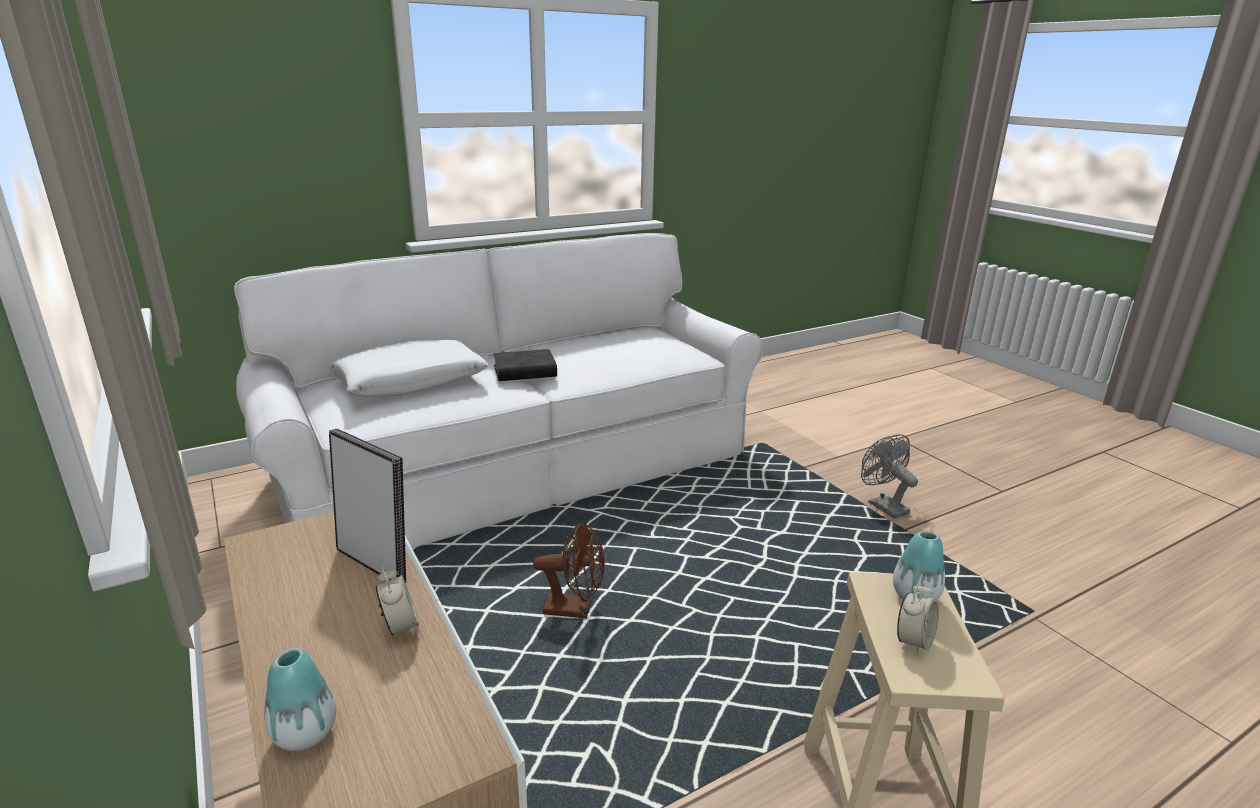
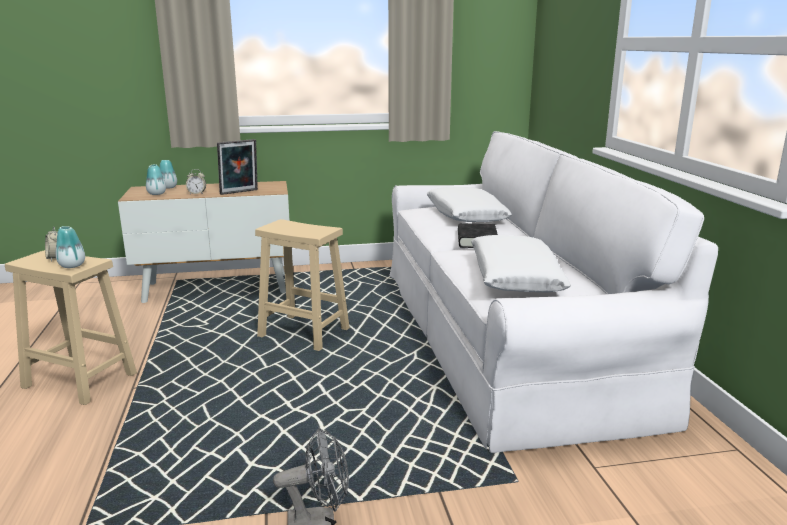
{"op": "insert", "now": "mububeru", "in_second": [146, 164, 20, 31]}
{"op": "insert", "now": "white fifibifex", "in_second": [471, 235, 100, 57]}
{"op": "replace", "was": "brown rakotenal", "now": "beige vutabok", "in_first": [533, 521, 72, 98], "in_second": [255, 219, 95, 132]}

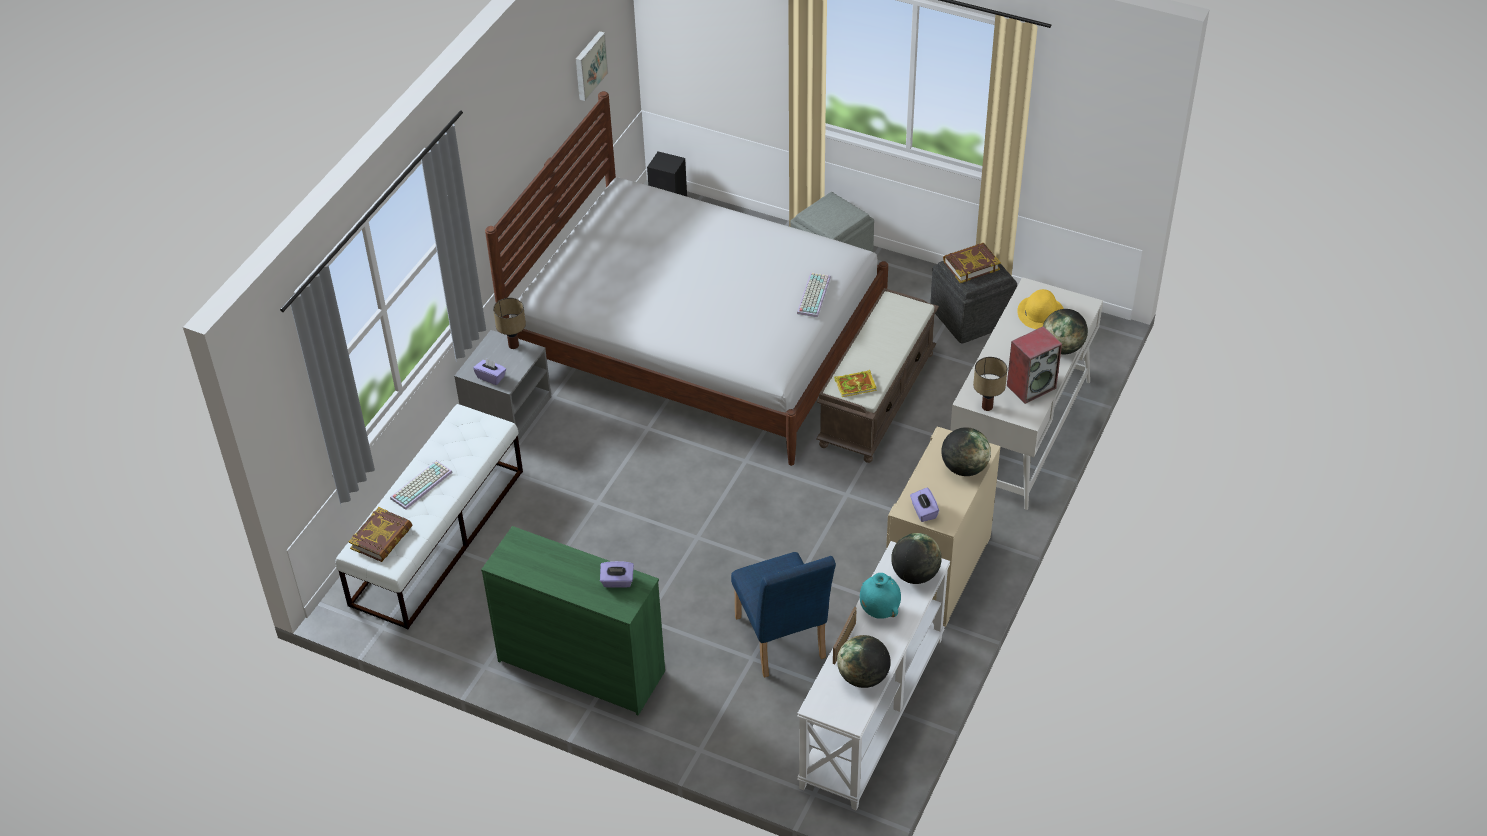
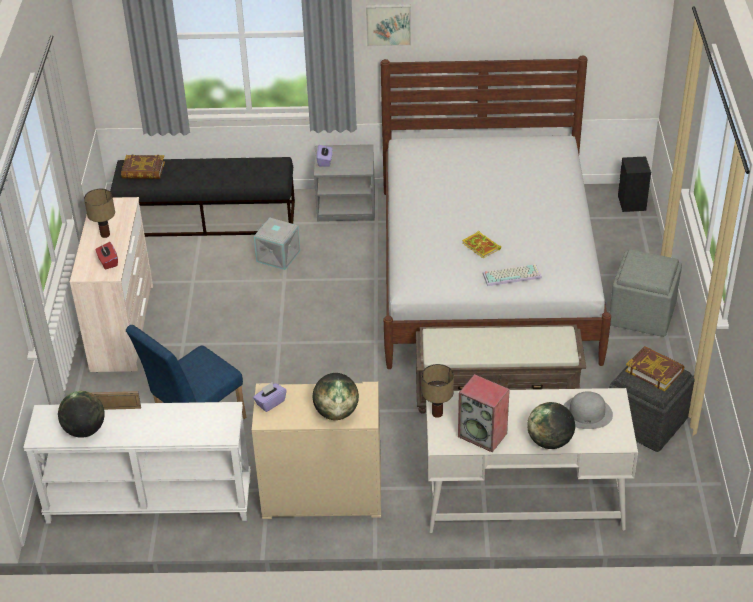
{"op": "delete", "was": "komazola", "in_first": [390, 460, 63, 50]}
{"op": "delete", "was": "turquoise mububeru", "in_first": [860, 573, 41, 46]}
{"op": "delete", "was": "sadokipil", "in_first": [891, 533, 51, 51]}
{"op": "insert", "now": "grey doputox", "in_second": [254, 218, 46, 52]}
{"op": "move", "was": "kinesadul", "in_first": [493, 298, 33, 51], "in_second": [84, 189, 31, 49]}
{"op": "move", "was": "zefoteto", "in_first": [576, 31, 32, 70], "in_second": [366, 4, 45, 42]}
{"op": "move", "was": "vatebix", "in_first": [834, 370, 43, 27], "in_second": [462, 231, 39, 27]}
{"op": "recolor", "was": "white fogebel", "now": "black fogebel", "in_first": [336, 404, 187, 225], "in_second": [110, 157, 185, 80]}
{"op": "recolor", "was": "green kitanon", "now": "beige kitanon", "in_first": [481, 526, 184, 189], "in_second": [70, 197, 83, 175]}
{"op": "recolor", "was": "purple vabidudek", "now": "red vabidudek", "in_first": [600, 561, 34, 27], "in_second": [95, 242, 23, 27]}
{"op": "recolor", "was": "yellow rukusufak", "now": "grey rukusufak", "in_first": [1017, 289, 47, 40], "in_second": [563, 391, 50, 38]}

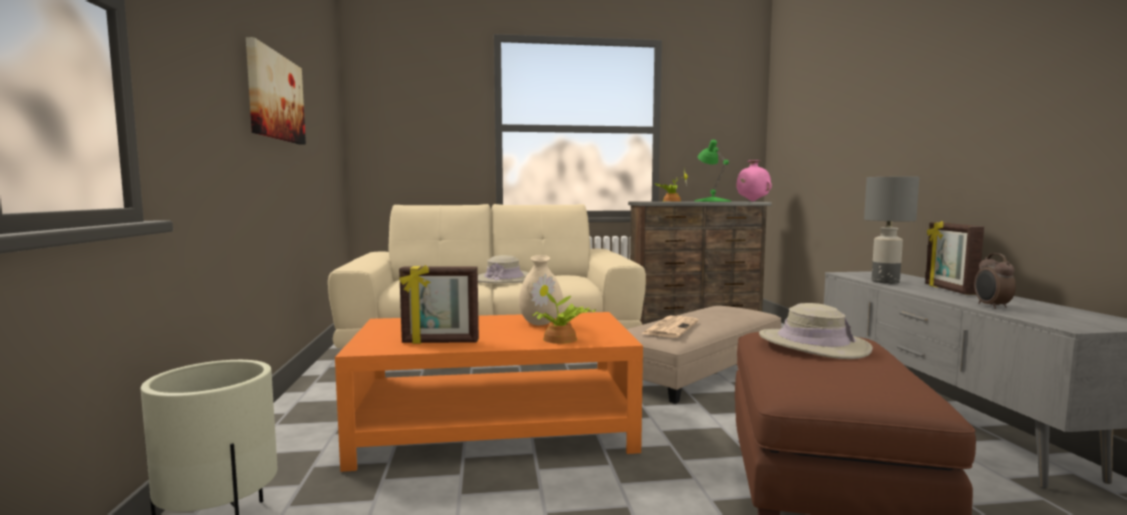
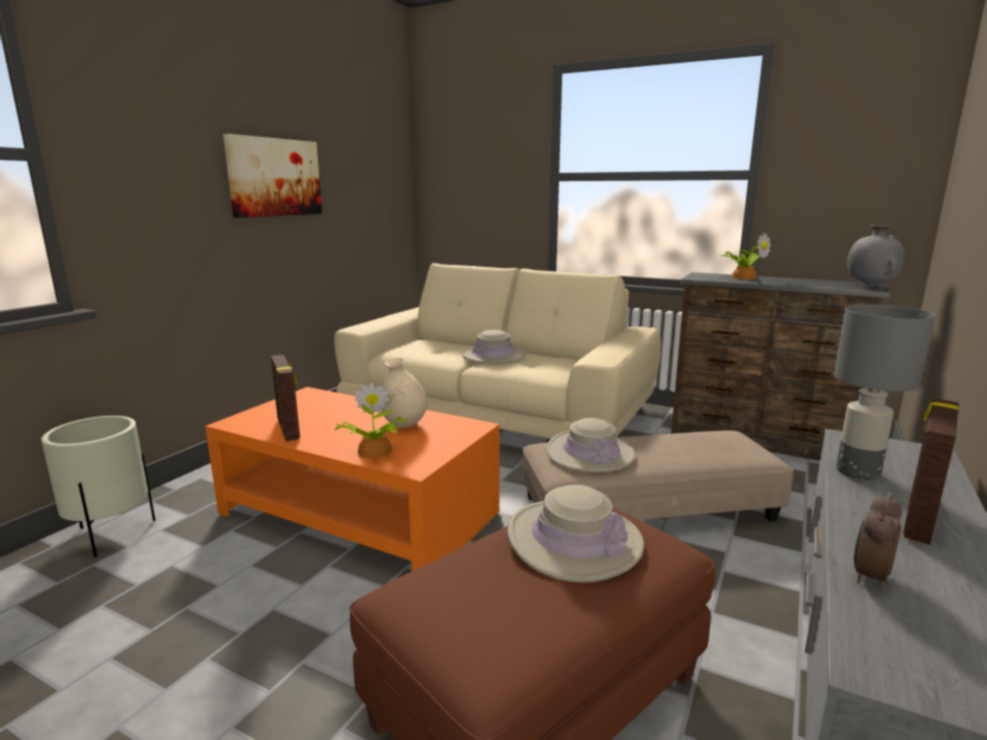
{"op": "delete", "was": "green kinesadul", "in_first": [695, 140, 37, 62]}
{"op": "replace", "was": "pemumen", "now": "beige rukusufak", "in_first": [642, 316, 57, 22], "in_second": [547, 418, 89, 54]}
{"op": "recolor", "was": "pink mububeru", "now": "grey mububeru", "in_first": [736, 160, 36, 41], "in_second": [847, 225, 58, 62]}
{"op": "rotate", "was": "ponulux", "in_first": [399, 265, 80, 79], "in_second": [271, 355, 29, 86], "clockwise": -150}

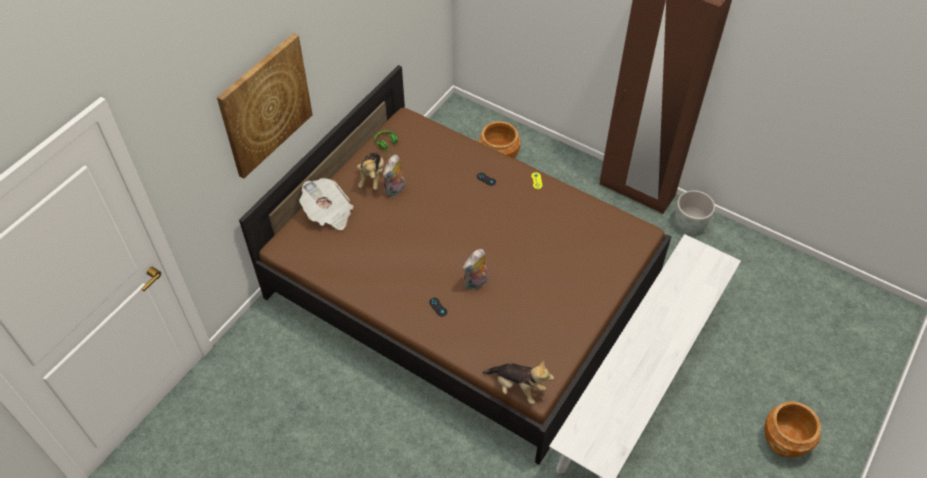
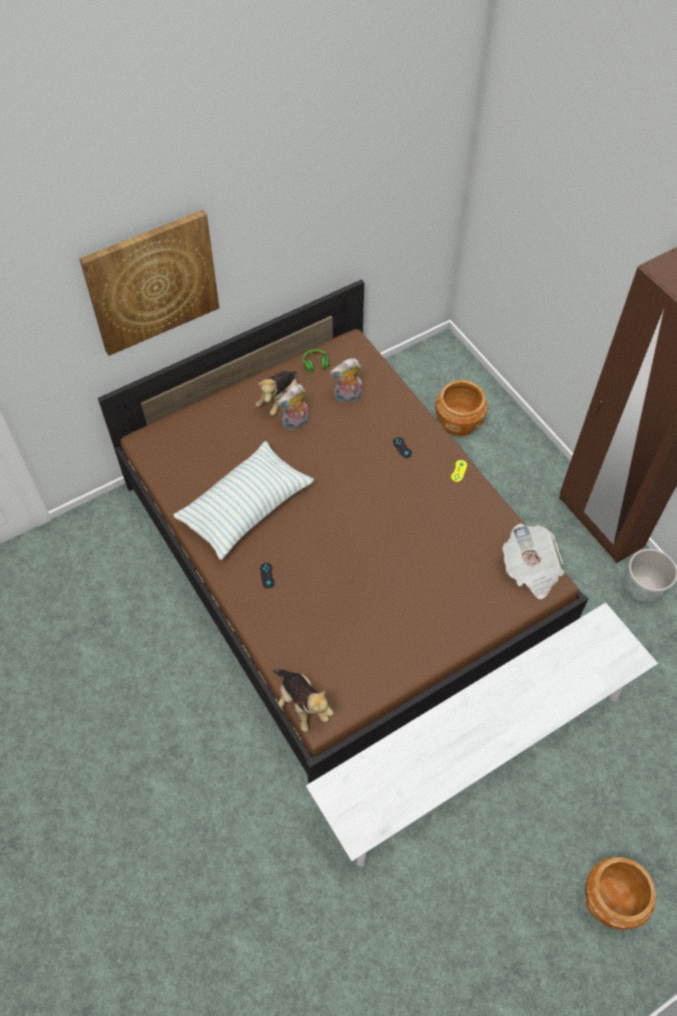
{"op": "insert", "now": "fifibifex", "in_second": [173, 441, 141, 119]}
{"op": "move", "was": "pemumen", "in_first": [299, 178, 55, 52], "in_second": [502, 523, 63, 76]}
{"op": "move", "was": "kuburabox", "in_first": [463, 249, 25, 41], "in_second": [330, 358, 32, 45]}

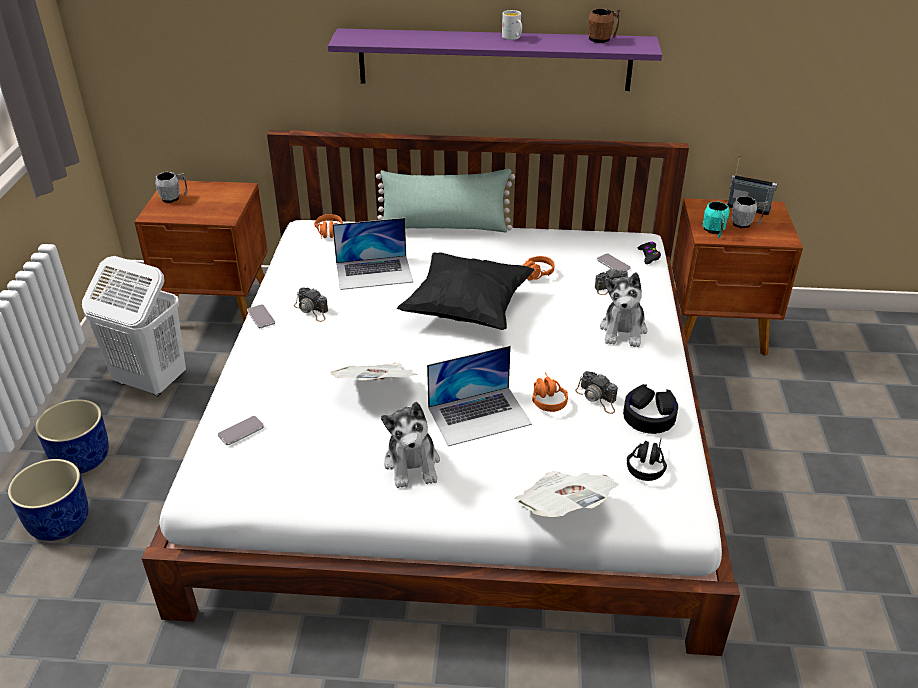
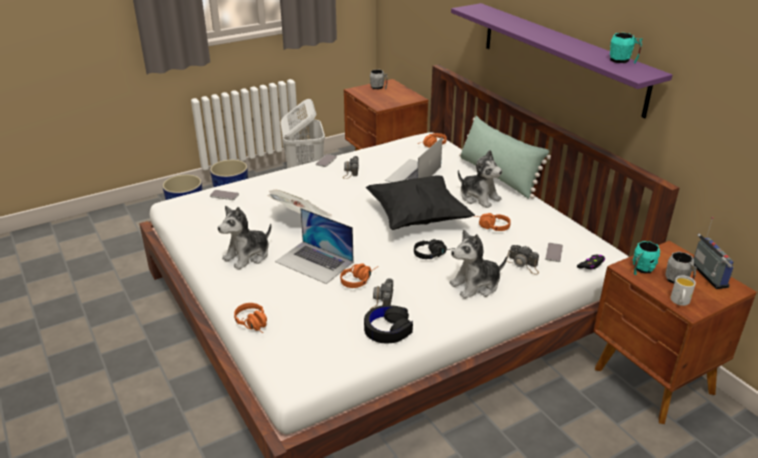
{"op": "insert", "now": "kuburabox", "in_second": [458, 150, 44, 58]}
{"op": "move", "was": "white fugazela", "in_first": [502, 10, 20, 30], "in_second": [670, 276, 26, 30]}
{"op": "move", "was": "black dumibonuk", "in_first": [627, 439, 40, 42], "in_second": [414, 239, 41, 20]}
{"op": "replace", "was": "pemumen", "now": "orange dumibonuk", "in_first": [514, 471, 105, 46], "in_second": [234, 303, 33, 30]}
{"op": "recolor", "was": "brown fugazela", "now": "turquoise fugazela", "in_first": [588, 8, 32, 35], "in_second": [610, 33, 32, 30]}
{"op": "rotate", "was": "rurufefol", "in_first": [333, 218, 80, 72], "in_second": [385, 137, 58, 46], "clockwise": 75}

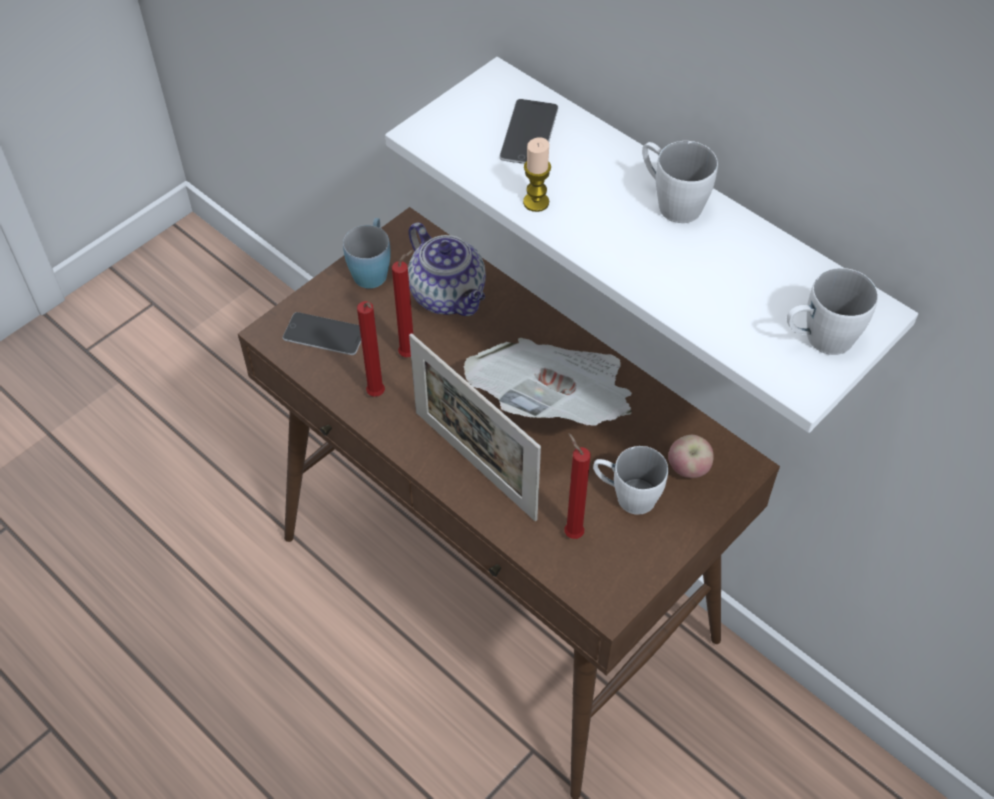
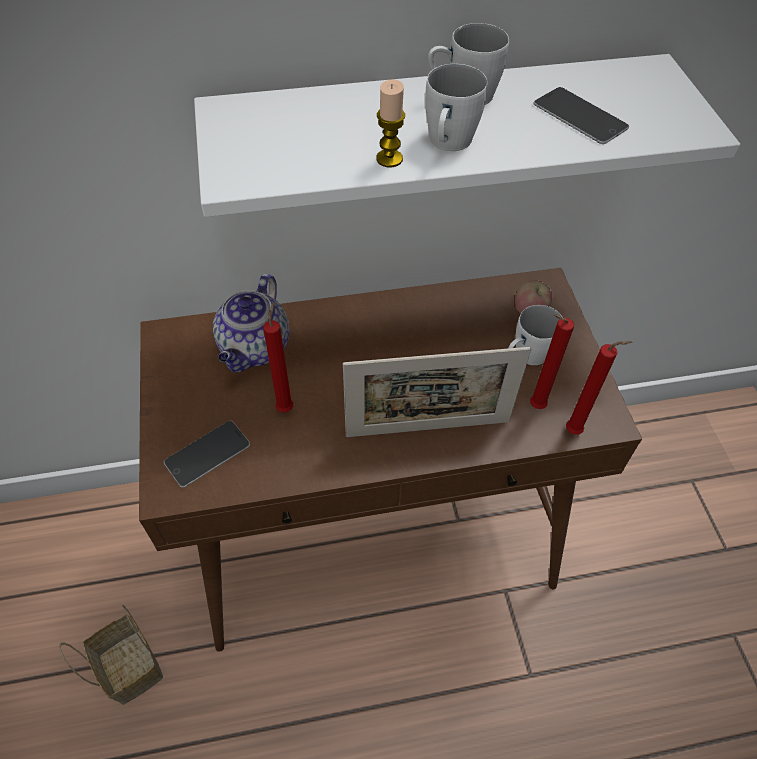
{"op": "delete", "was": "blue fugazela", "in_first": [343, 218, 48, 70]}
{"op": "delete", "was": "pemumen", "in_first": [464, 338, 168, 87]}
{"op": "insert", "now": "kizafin", "in_second": [59, 605, 104, 100]}
{"op": "move", "was": "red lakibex", "in_first": [357, 301, 28, 96], "in_second": [566, 341, 66, 94]}
{"op": "move", "was": "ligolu", "in_first": [499, 99, 59, 65], "in_second": [533, 87, 96, 57]}
{"op": "move", "was": "white fugazela", "in_first": [787, 268, 91, 87], "in_second": [425, 64, 63, 87]}
{"op": "rotate", "was": "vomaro", "in_first": [408, 222, 78, 94], "in_second": [213, 274, 76, 98], "clockwise": 105}

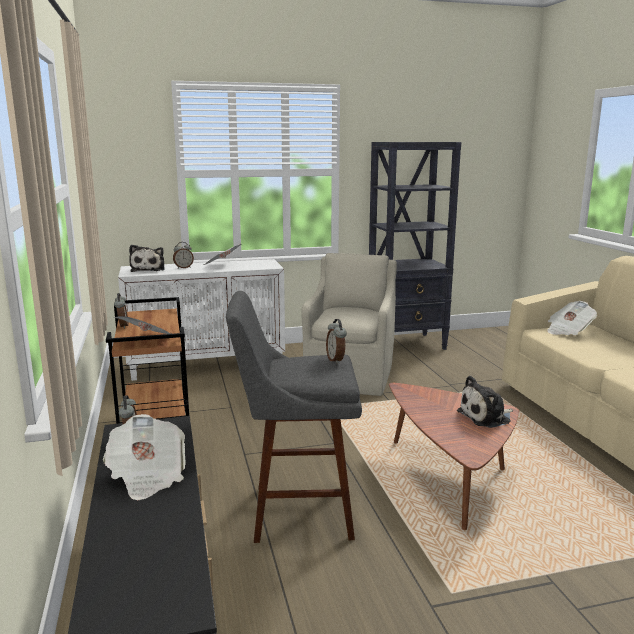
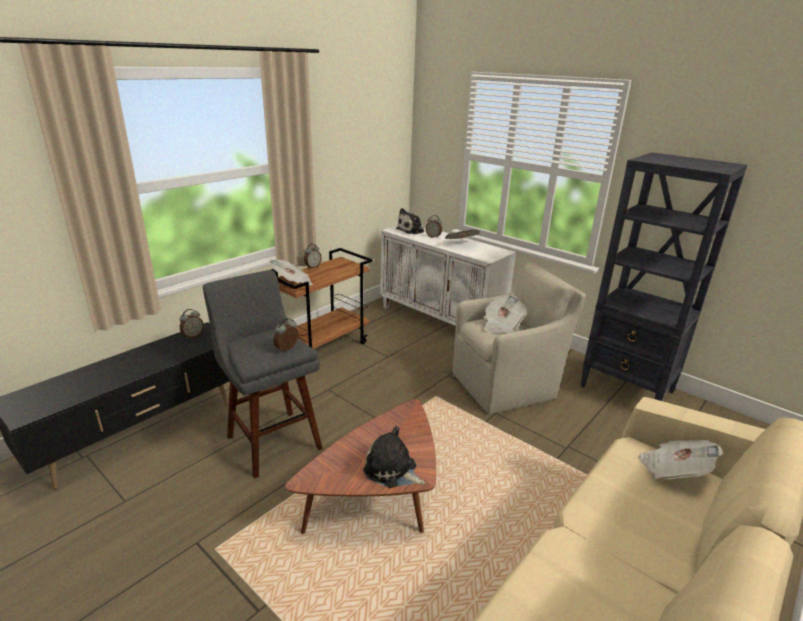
{"op": "move", "was": "pemumen", "in_first": [103, 414, 83, 86], "in_second": [483, 295, 44, 39]}

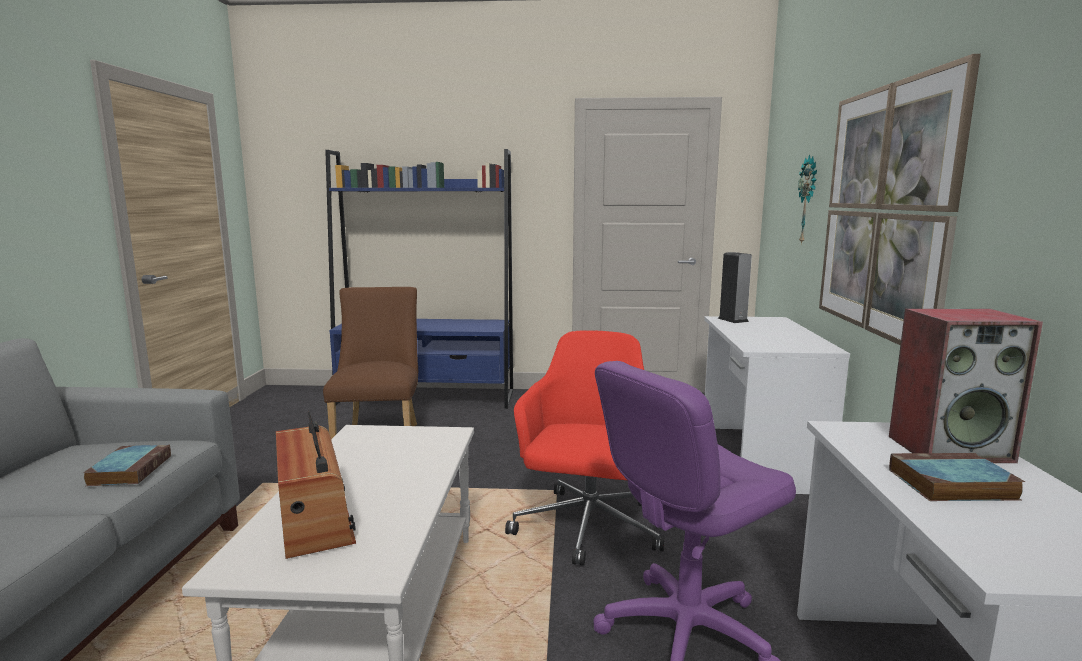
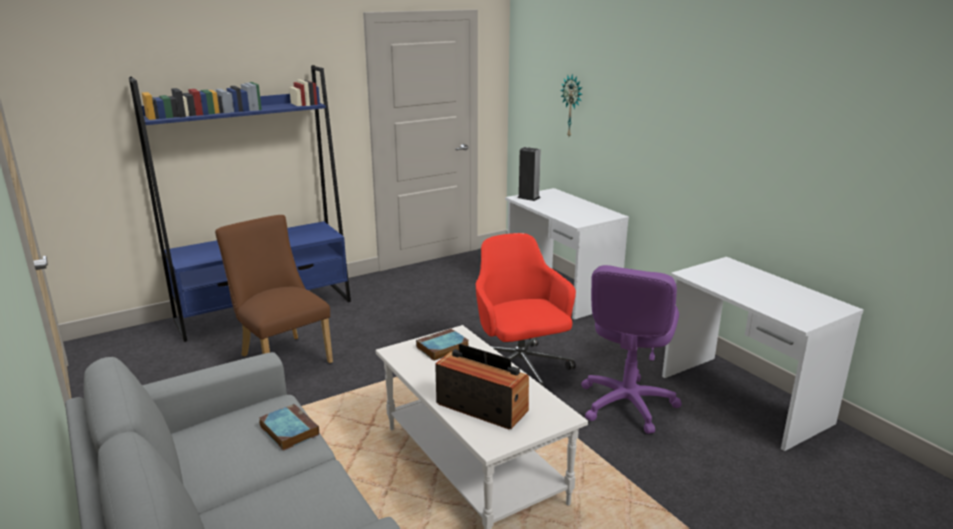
{"op": "delete", "was": "zefoteto", "in_first": [819, 54, 162, 291]}
{"op": "delete", "was": "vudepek", "in_first": [889, 309, 154, 154]}
{"op": "move", "was": "vatebix", "in_first": [889, 453, 136, 48], "in_second": [416, 328, 53, 33]}

